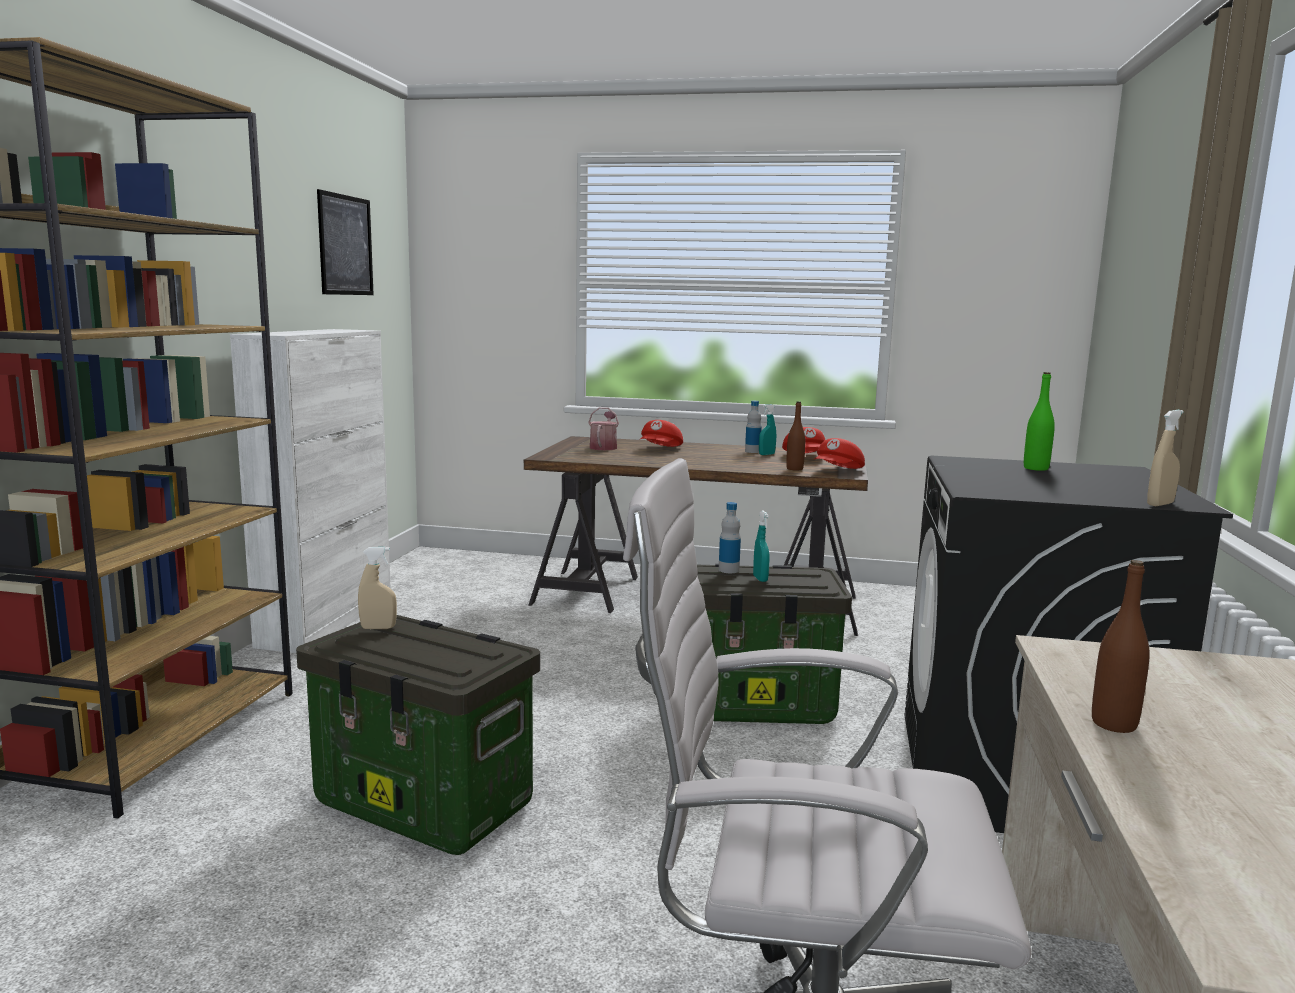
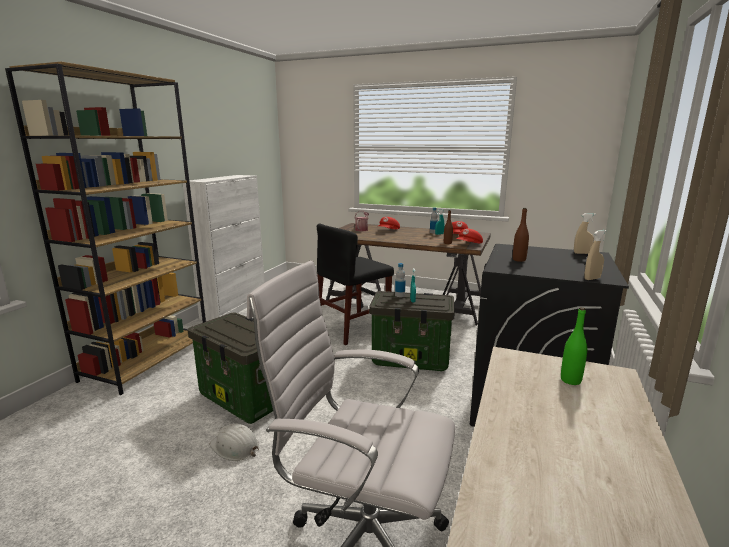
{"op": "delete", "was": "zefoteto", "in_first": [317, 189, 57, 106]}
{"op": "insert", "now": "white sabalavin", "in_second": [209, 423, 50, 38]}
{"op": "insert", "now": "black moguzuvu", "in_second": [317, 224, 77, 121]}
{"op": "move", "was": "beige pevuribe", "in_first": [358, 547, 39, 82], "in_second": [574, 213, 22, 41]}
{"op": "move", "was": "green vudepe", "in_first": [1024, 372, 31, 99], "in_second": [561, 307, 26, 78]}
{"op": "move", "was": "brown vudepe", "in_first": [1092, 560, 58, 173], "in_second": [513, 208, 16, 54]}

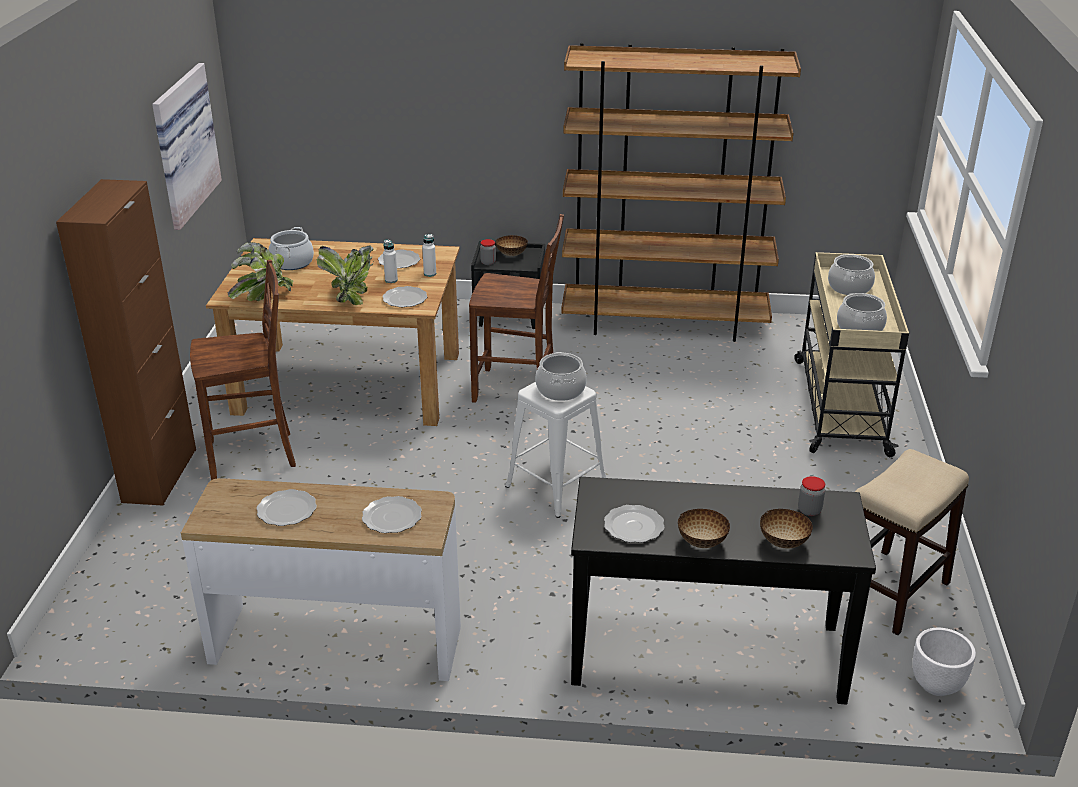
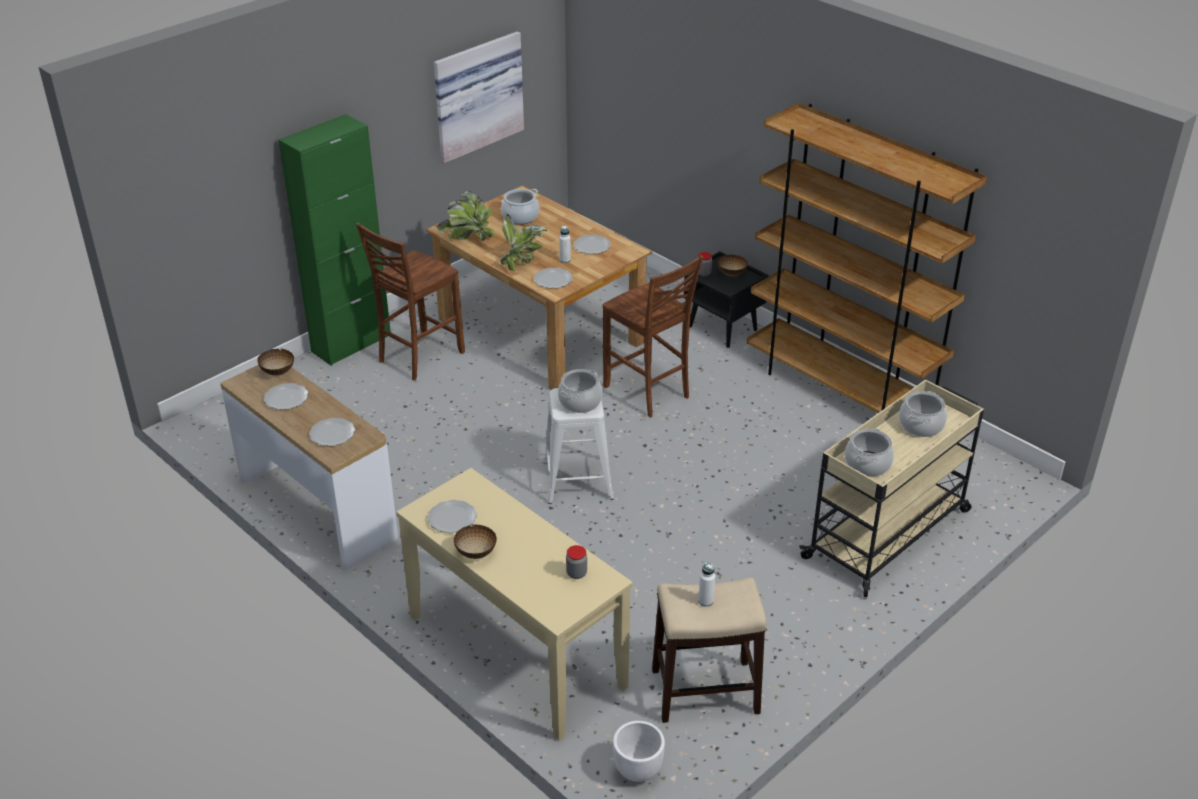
{"op": "move", "was": "white vudepe", "in_first": [422, 234, 14, 43], "in_second": [698, 562, 17, 45]}
{"op": "move", "was": "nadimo", "in_first": [760, 509, 53, 39], "in_second": [257, 348, 37, 28]}
{"op": "recolor", "was": "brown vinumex", "now": "green vinumex", "in_first": [56, 179, 140, 327], "in_second": [278, 114, 113, 252]}
{"op": "recolor", "was": "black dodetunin", "now": "beige dodetunin", "in_first": [571, 477, 305, 228], "in_second": [396, 468, 237, 273]}
{"op": "rotate", "was": "brown moguzuvu", "in_first": [190, 260, 106, 220], "in_second": [356, 222, 109, 159], "clockwise": 105}

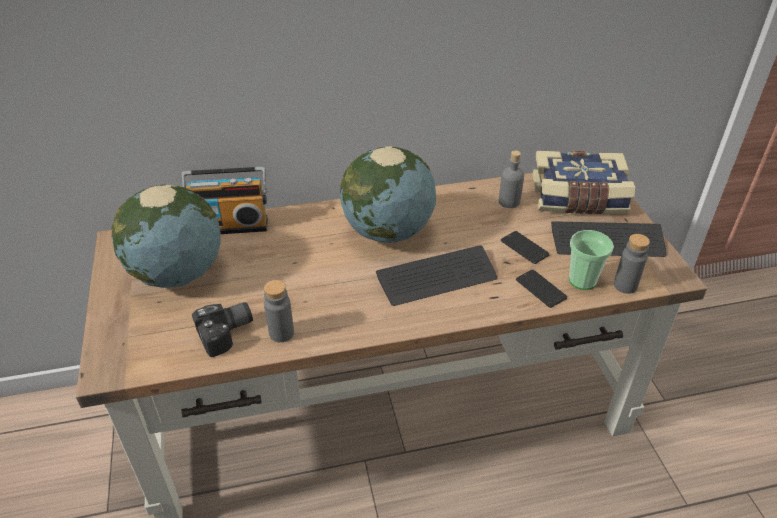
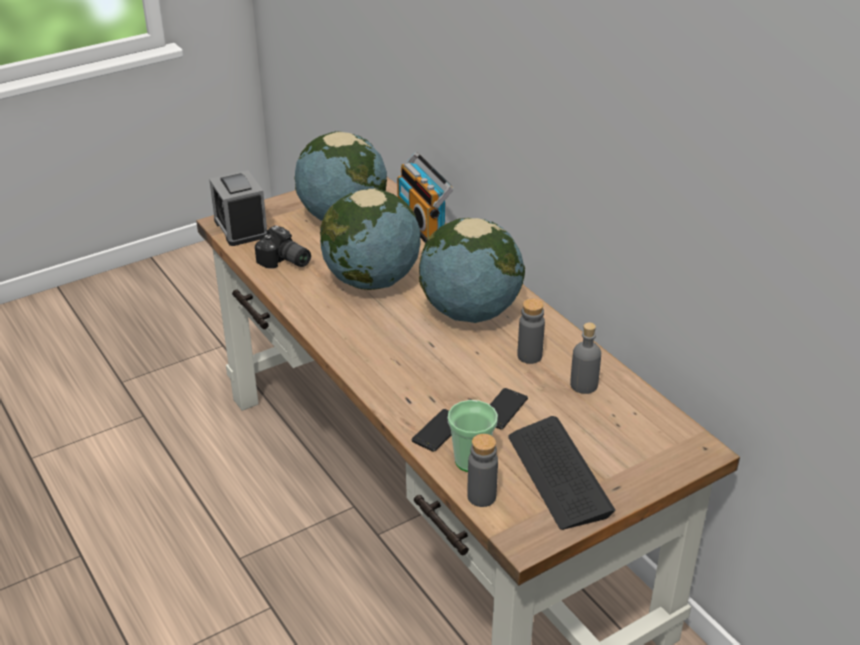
{"op": "delete", "was": "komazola", "in_first": [376, 246, 121, 60]}
{"op": "delete", "was": "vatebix", "in_first": [533, 151, 102, 63]}
{"op": "insert", "now": "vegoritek", "in_second": [209, 170, 58, 76]}
{"op": "insert", "now": "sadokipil", "in_second": [320, 189, 101, 101]}
{"op": "move", "was": "grey vudepe", "in_first": [264, 280, 30, 62], "in_second": [517, 298, 28, 66]}

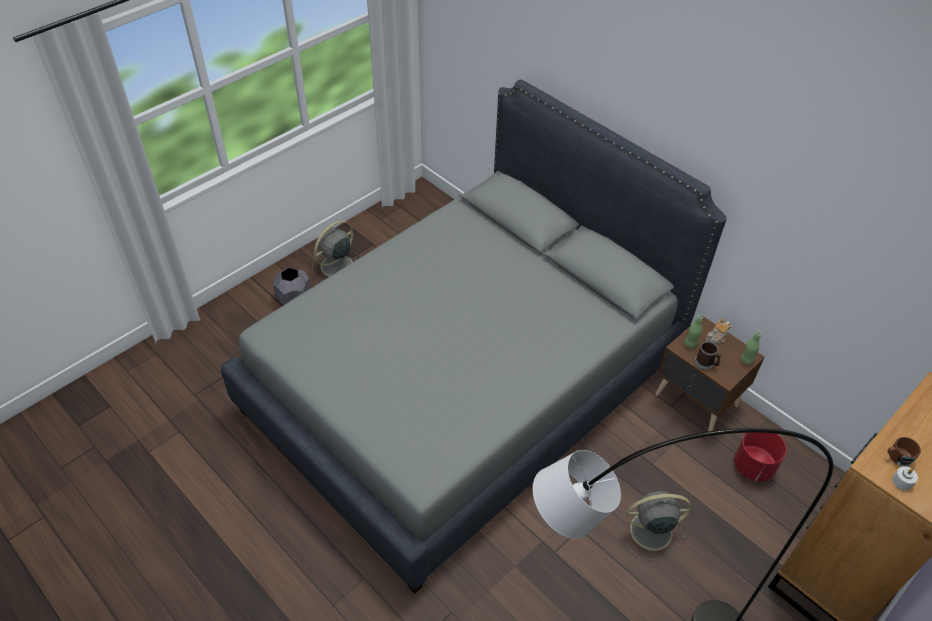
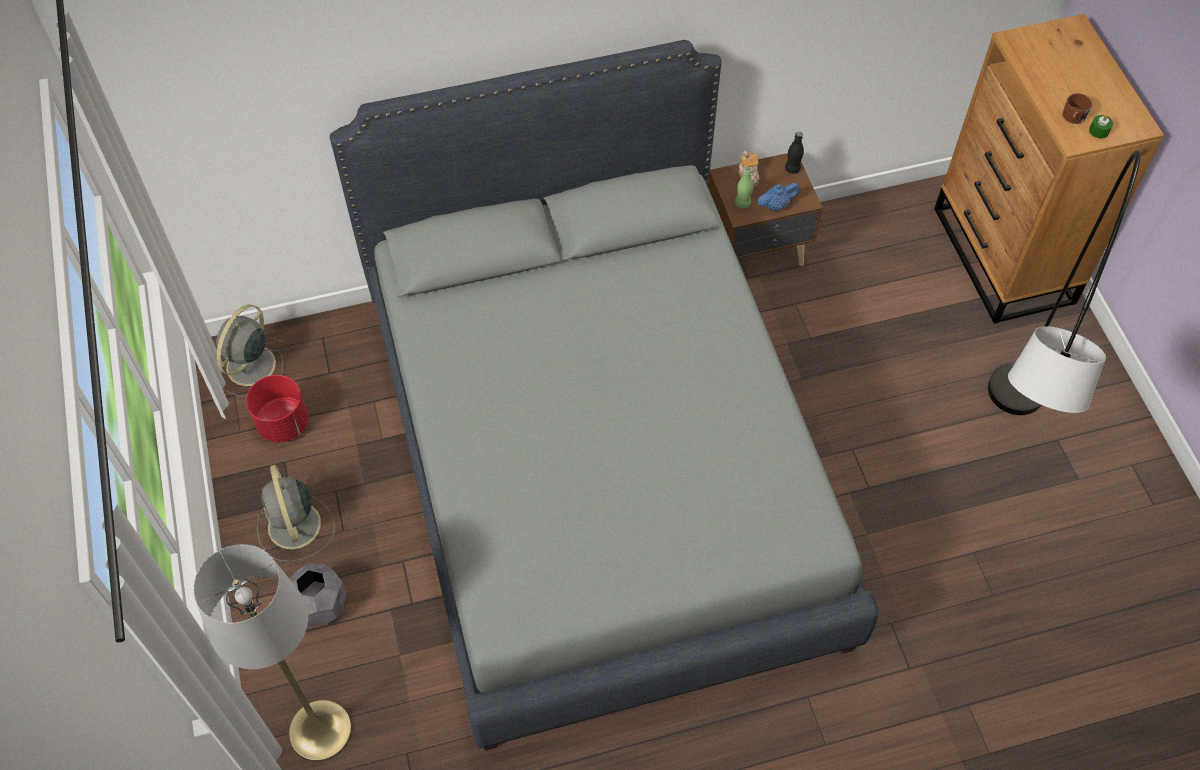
{"op": "insert", "now": "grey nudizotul", "in_second": [193, 544, 159, 218]}
{"op": "move", "was": "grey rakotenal", "in_first": [620, 491, 71, 70], "in_second": [216, 304, 67, 93]}
{"op": "move", "was": "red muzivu", "in_first": [734, 427, 53, 55], "in_second": [246, 375, 63, 68]}
{"op": "replace", "was": "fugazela", "now": "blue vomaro", "in_first": [695, 341, 26, 29], "in_second": [757, 183, 42, 28]}
{"op": "recolor", "was": "green vudepe", "now": "black vudepe", "in_first": [741, 331, 20, 33], "in_second": [785, 132, 19, 42]}
{"op": "recolor", "was": "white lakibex", "now": "green lakibex", "in_first": [892, 466, 26, 24], "in_second": [1089, 114, 24, 24]}

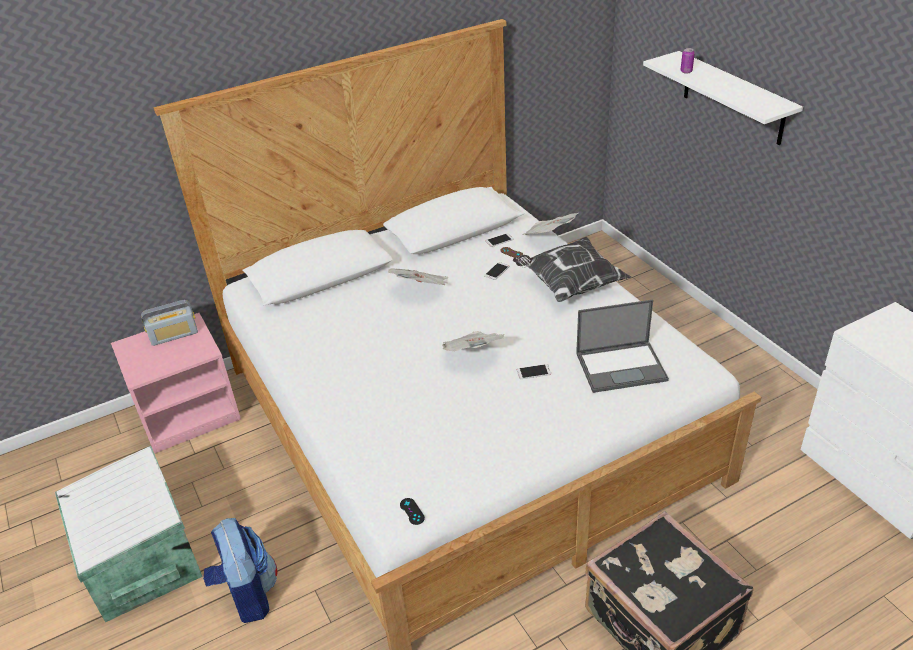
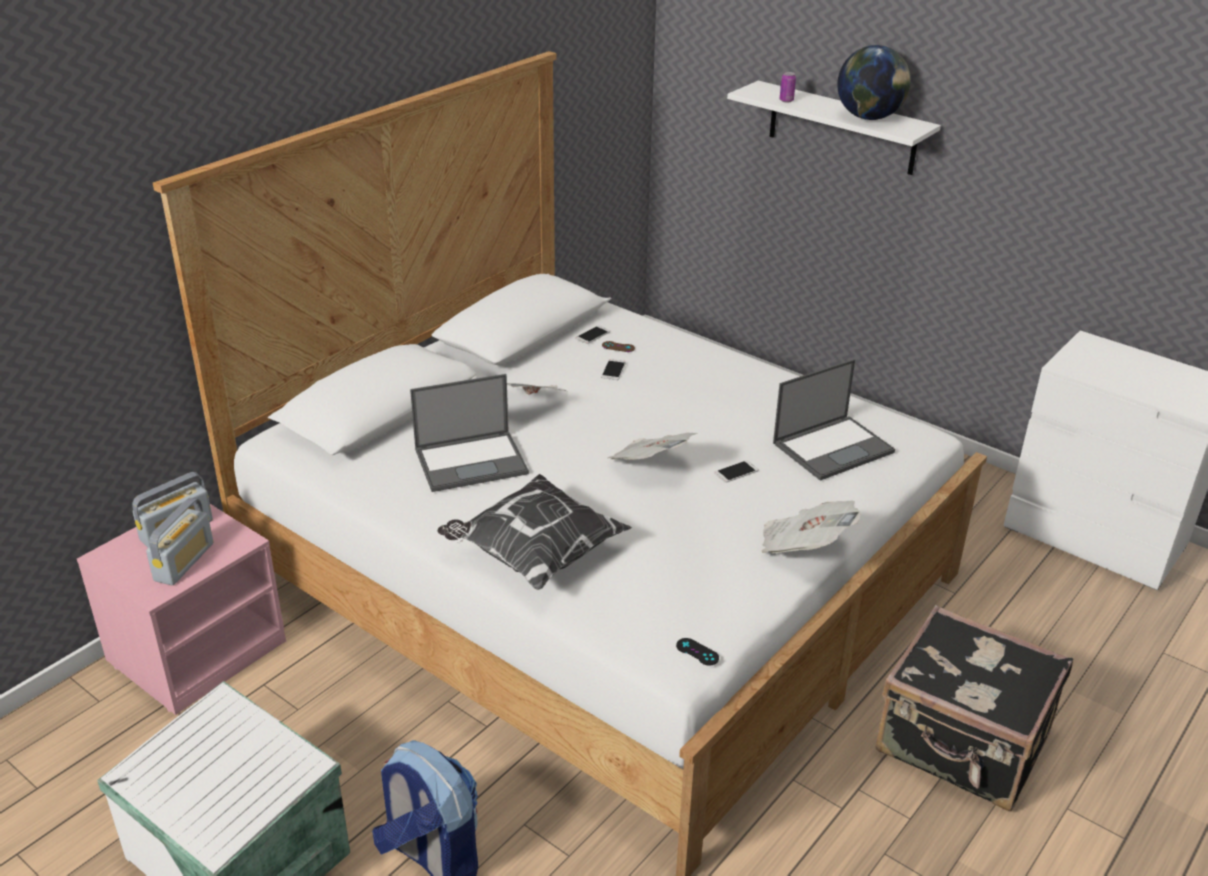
{"op": "insert", "now": "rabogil", "in_second": [146, 498, 67, 87]}
{"op": "insert", "now": "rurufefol", "in_second": [410, 374, 119, 118]}
{"op": "insert", "now": "sadokipil", "in_second": [837, 45, 74, 75]}
{"op": "move", "was": "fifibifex", "in_first": [513, 237, 118, 65], "in_second": [437, 474, 195, 116]}
{"op": "move", "was": "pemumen", "in_first": [522, 213, 57, 22], "in_second": [762, 500, 99, 53]}

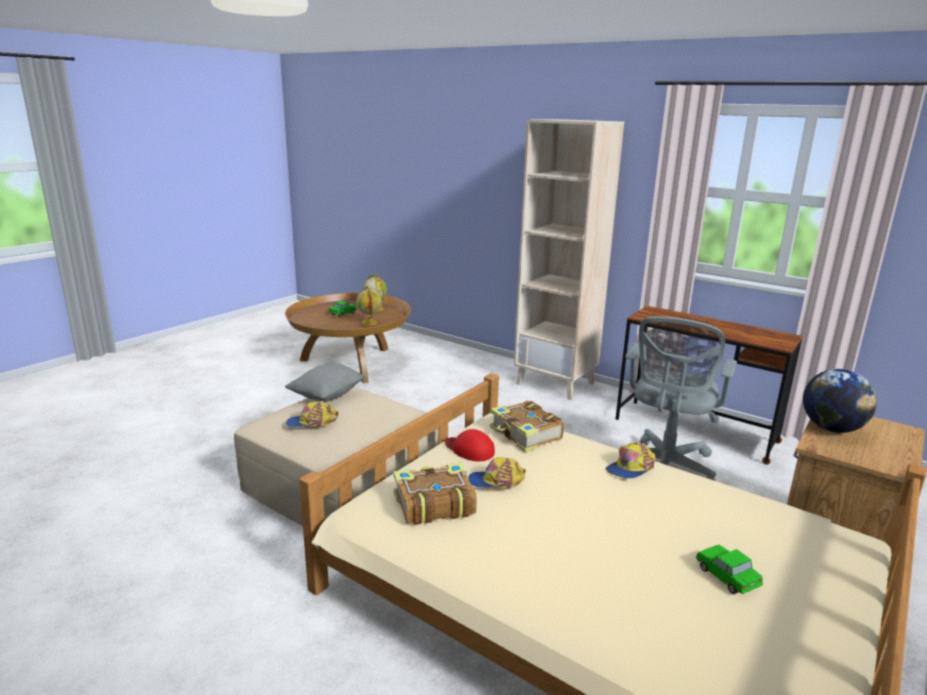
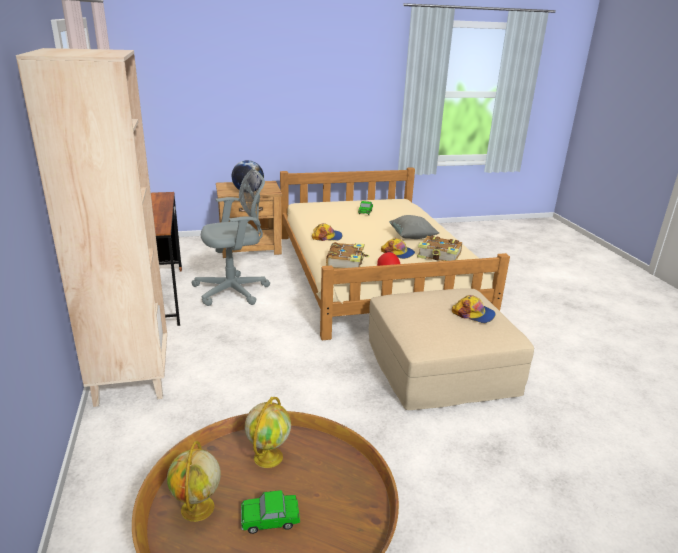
{"op": "move", "was": "grey fifibifex", "in_first": [285, 363, 81, 38], "in_second": [389, 215, 50, 24]}

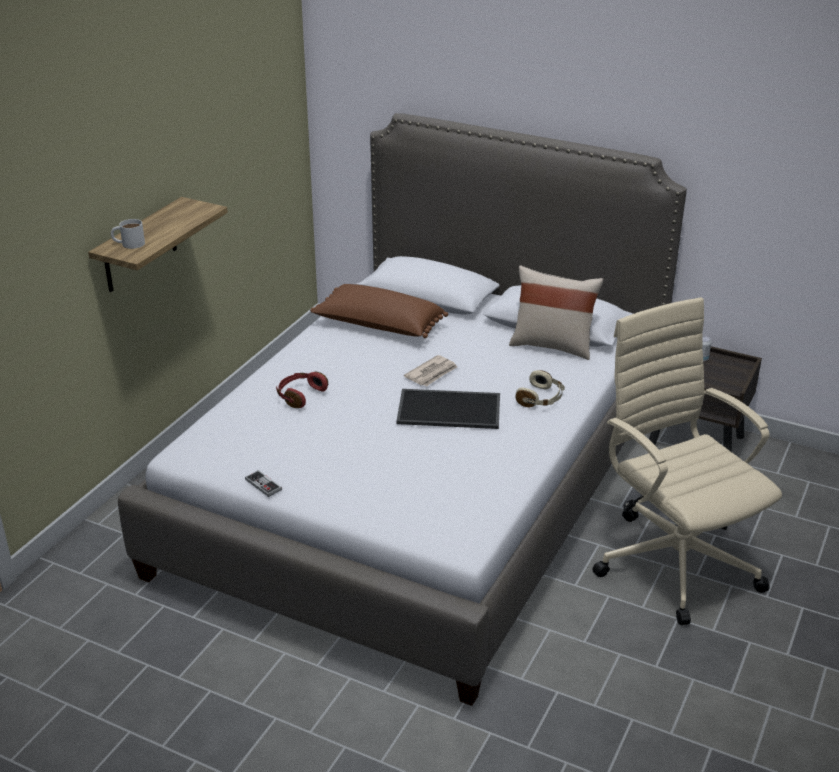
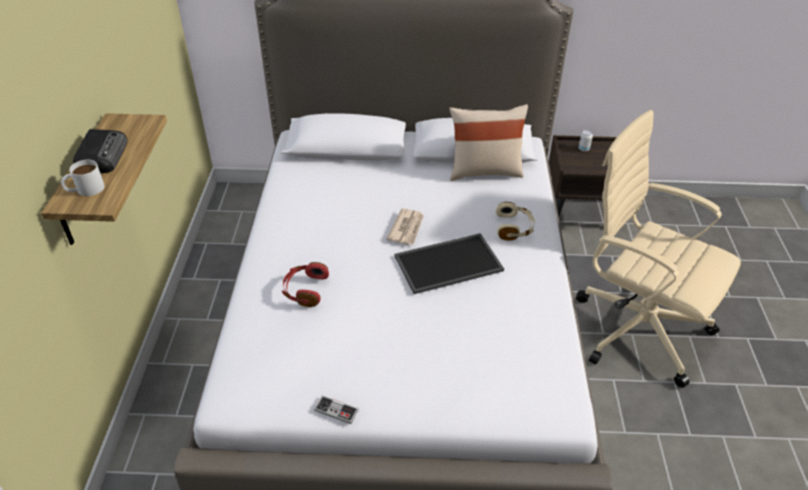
{"op": "delete", "was": "brown fifibifex", "in_first": [310, 284, 138, 54]}
{"op": "insert", "now": "rabogil", "in_second": [73, 129, 55, 44]}

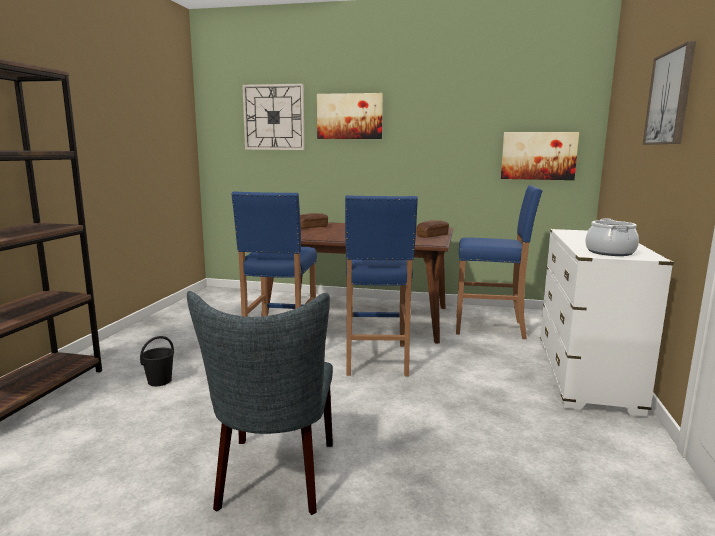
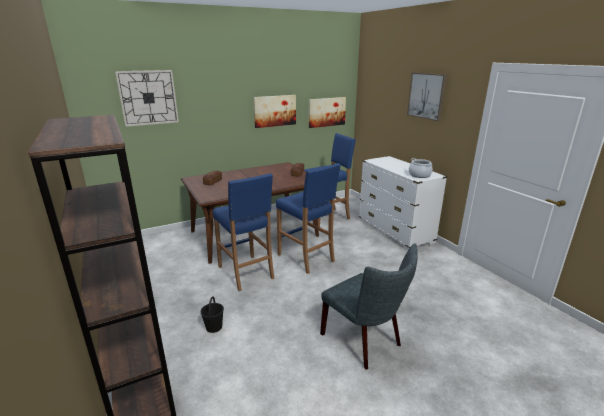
{"op": "move", "was": "zefoteto", "in_first": [317, 93, 66, 46], "in_second": [253, 95, 43, 33]}

